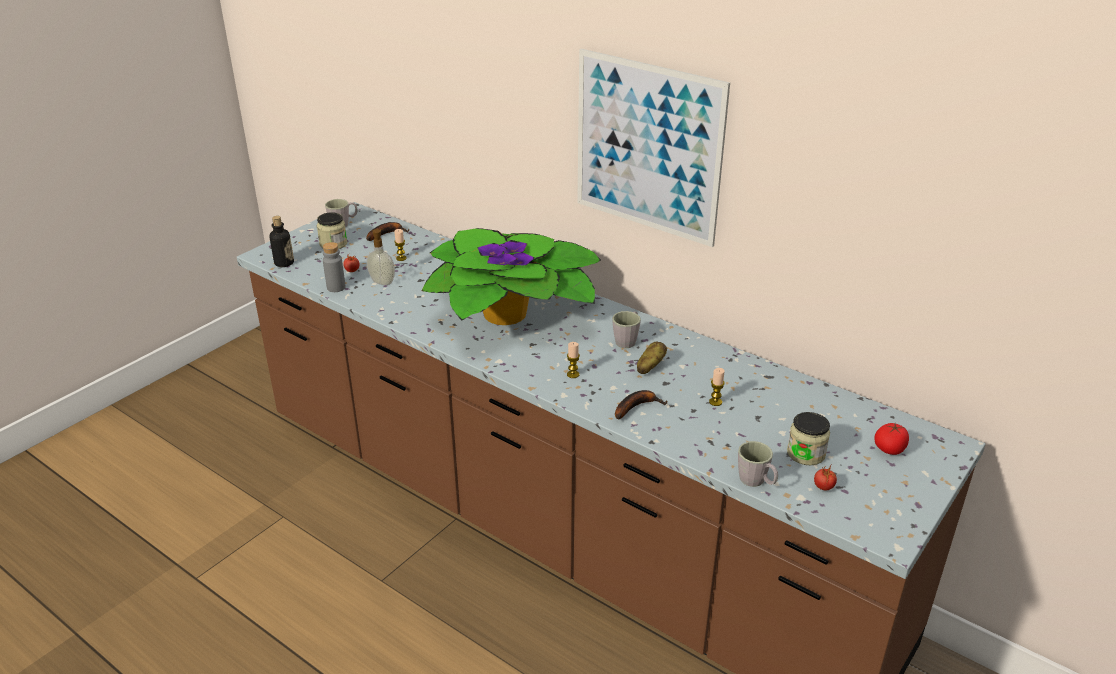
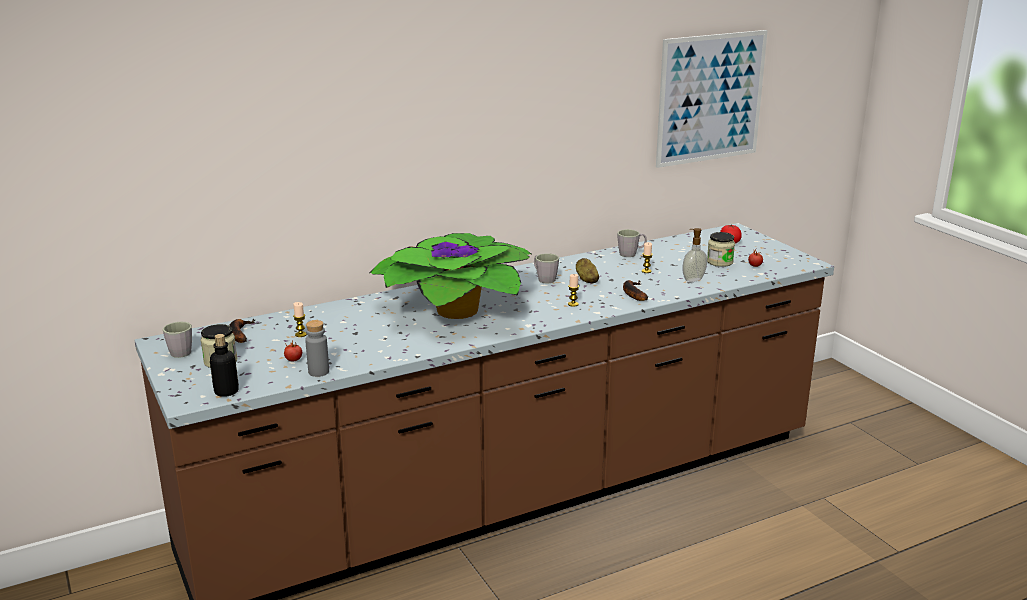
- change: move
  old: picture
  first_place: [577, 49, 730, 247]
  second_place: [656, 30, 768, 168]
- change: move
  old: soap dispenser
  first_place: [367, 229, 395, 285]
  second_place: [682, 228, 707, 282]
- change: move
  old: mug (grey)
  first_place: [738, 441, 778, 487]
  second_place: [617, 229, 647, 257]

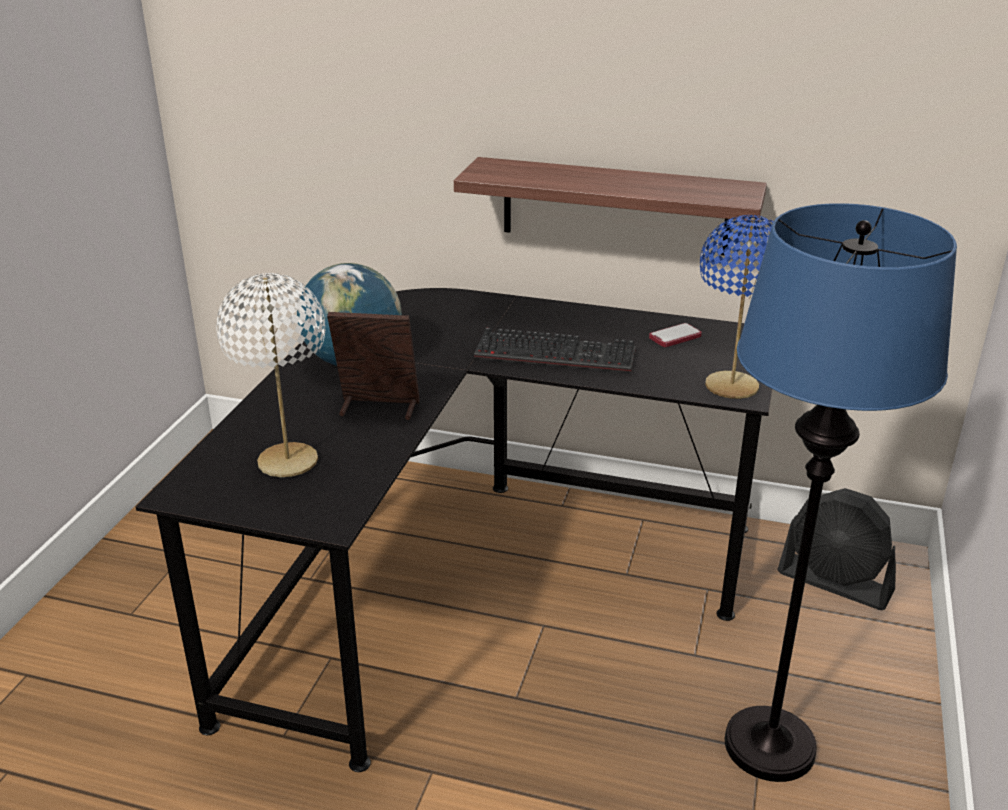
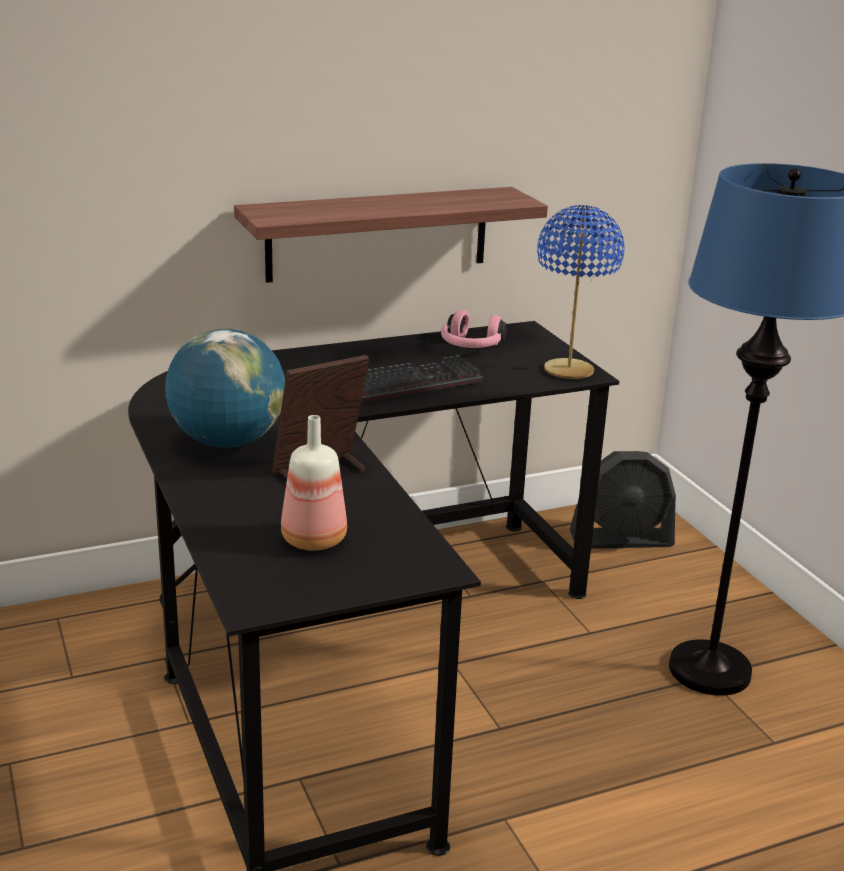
- change: replace
  old: table lamp (white)
  new: bottle
  first_place: [216, 273, 325, 477]
  second_place: [281, 415, 347, 551]
- change: replace
  old: phone
  new: headphones (pink)
  first_place: [649, 323, 702, 347]
  second_place: [441, 310, 507, 348]

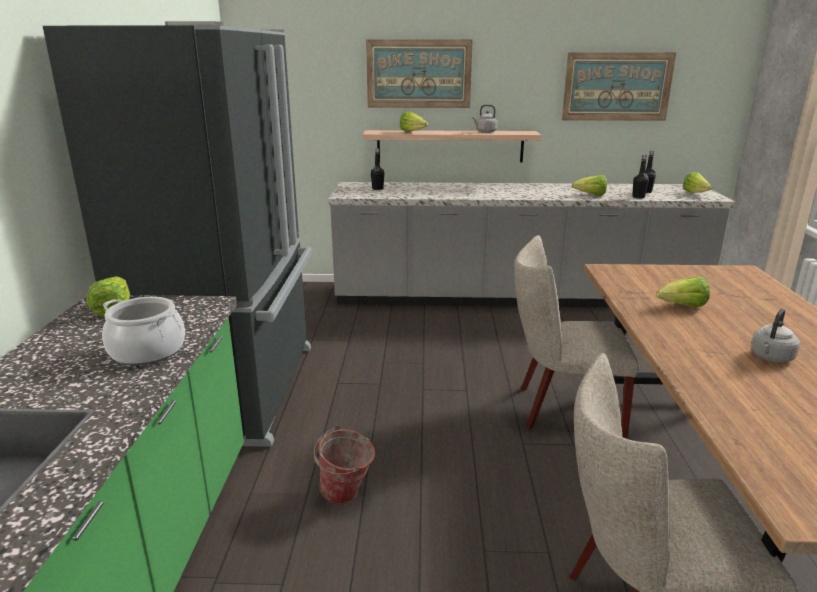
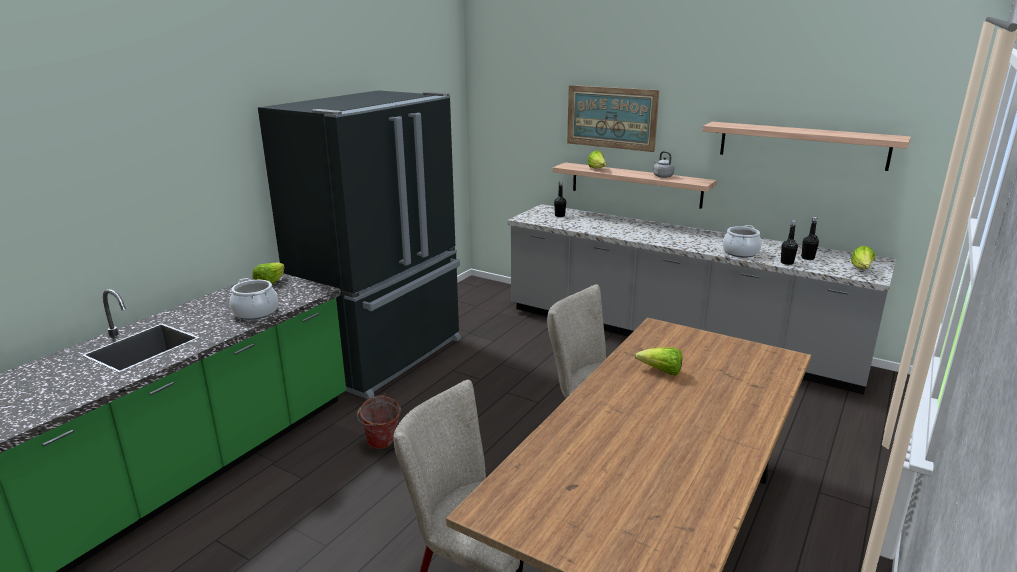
- change: replace
  old: picture
  new: shelf
  first_place: [562, 52, 676, 121]
  second_place: [703, 122, 911, 171]
- change: replace
  old: lettuce
  new: cooking pot
  first_place: [572, 175, 607, 196]
  second_place: [723, 225, 762, 258]
- change: delete
  old: kettle (grey)
  first_place: [751, 308, 800, 363]

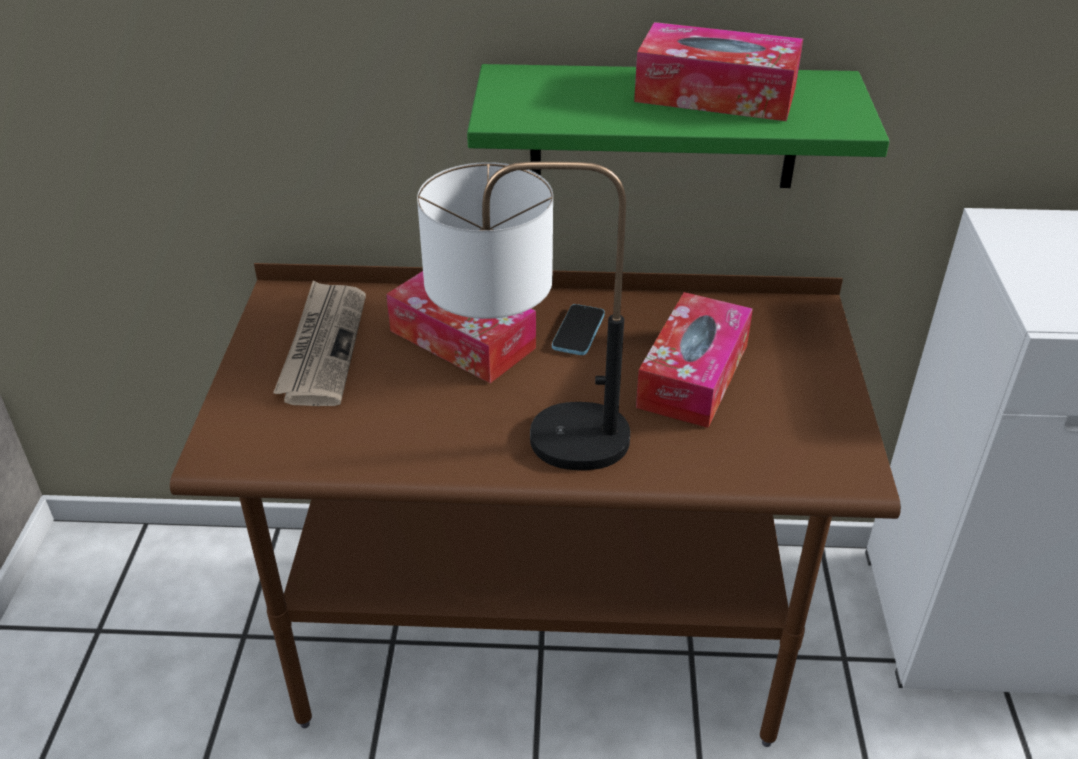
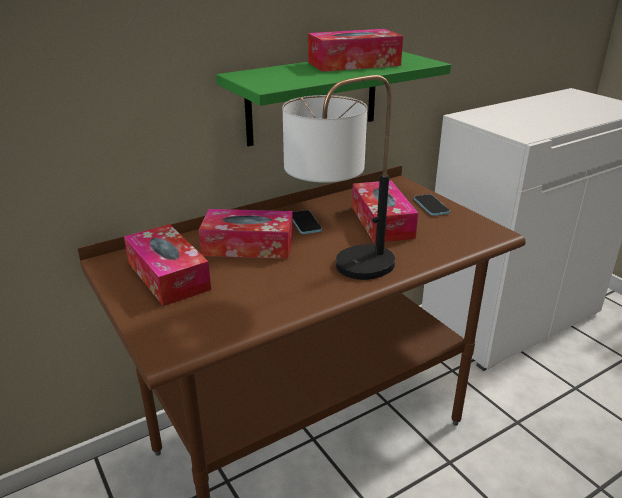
- change: replace
  old: newspaper
  new: tissue box
  first_place: [273, 280, 366, 406]
  second_place: [124, 224, 211, 306]
- change: insert
  new: phone
  second_place: [414, 194, 450, 216]

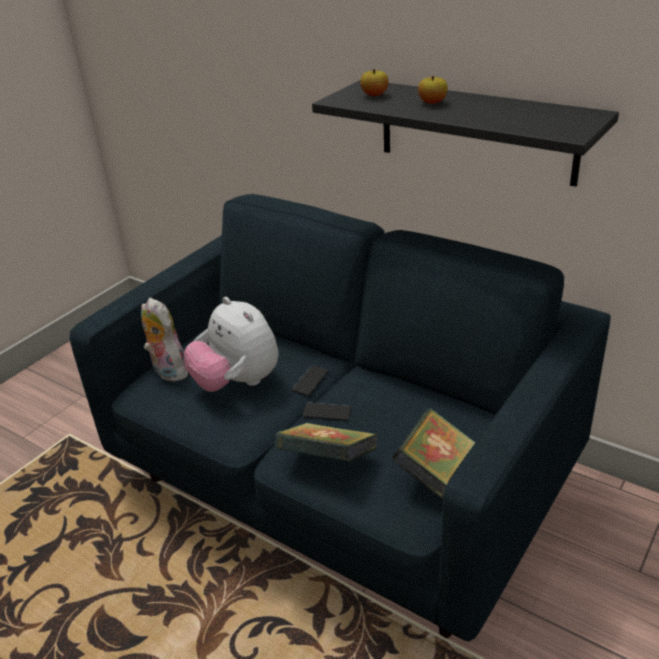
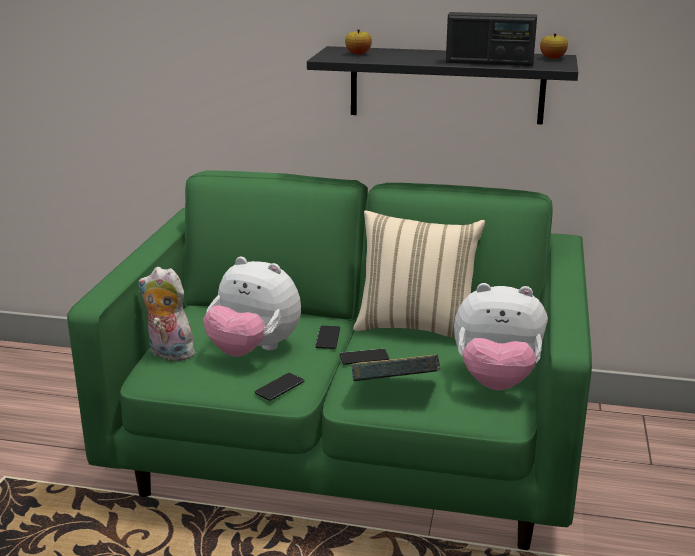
- change: move
  old: apple
  first_place: [418, 76, 448, 104]
  second_place: [540, 33, 568, 59]
- change: recolor
  old: sofa (blue)
  new: sofa (green)
  first_place: [70, 194, 611, 642]
  second_place: [67, 171, 592, 550]
- change: replace
  old: book
  new: plush toy
  first_place: [391, 409, 476, 499]
  second_place: [454, 283, 548, 390]
- change: insert
  new: radio
  second_place: [446, 12, 537, 66]
- change: insert
  new: pillow (beige)
  second_place: [353, 211, 485, 338]
- change: insert
  new: phone
  second_place: [255, 373, 305, 401]

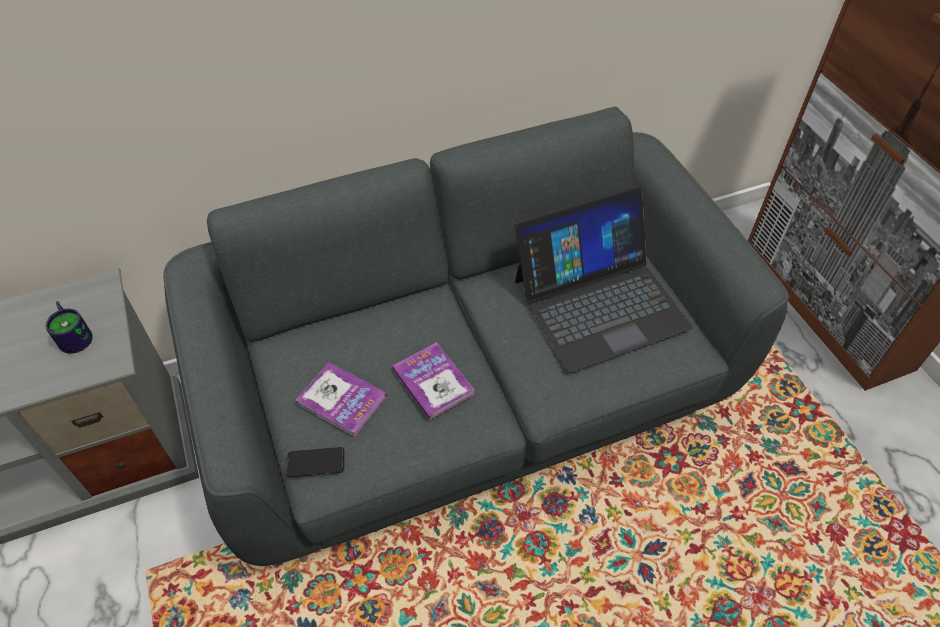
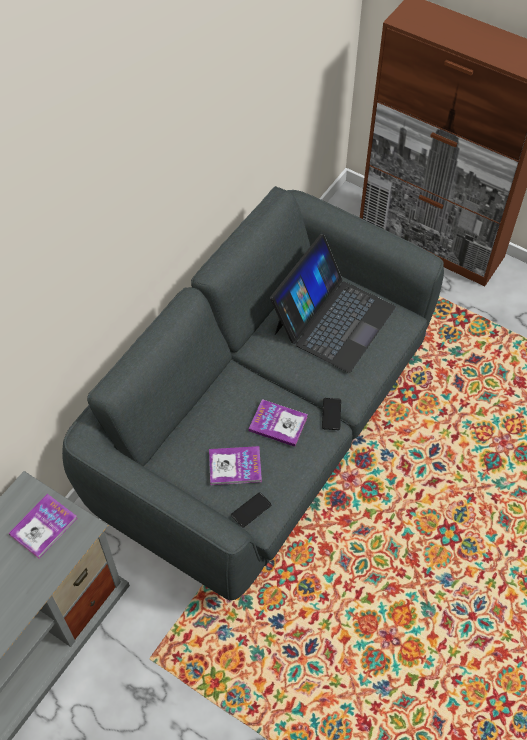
- change: replace
  old: mug
  new: book
  first_place: [45, 301, 93, 354]
  second_place: [9, 494, 77, 558]
- change: insert
  new: phone
  second_place: [322, 398, 341, 430]

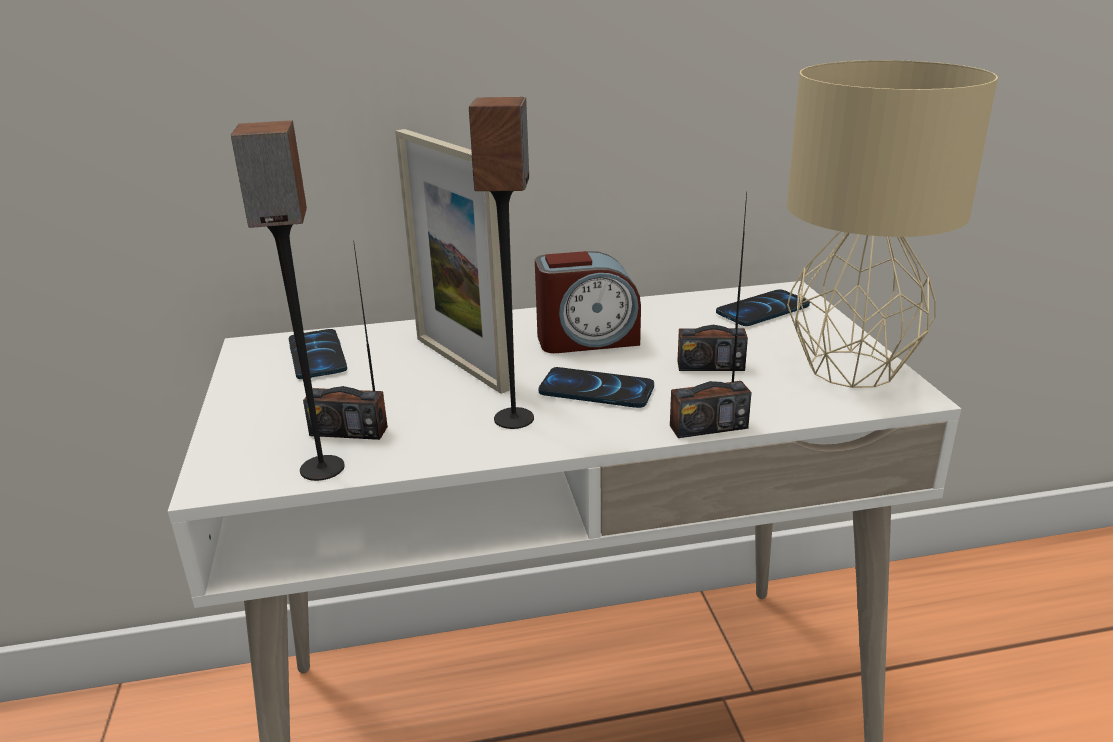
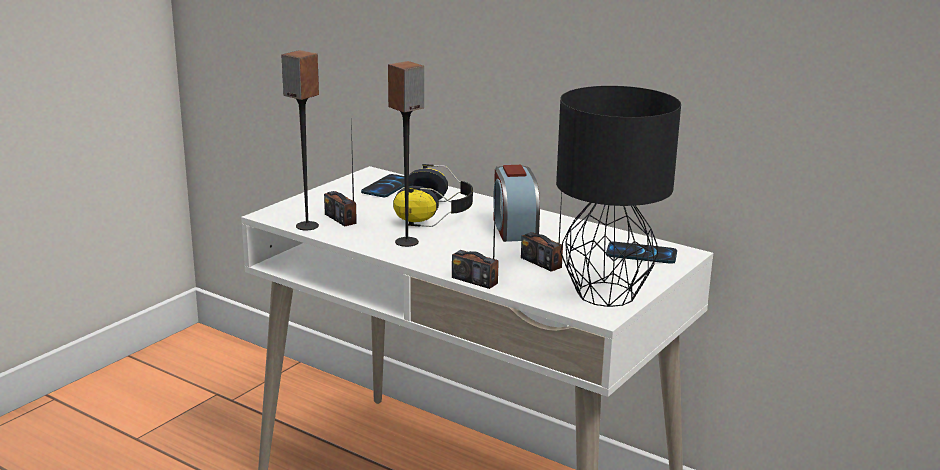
- change: recolor
  old: table lamp (beige)
  new: table lamp (black)
  first_place: [787, 60, 998, 388]
  second_place: [556, 86, 681, 307]
- change: replace
  old: picture frame
  new: headphones
  first_place: [395, 129, 510, 394]
  second_place: [393, 164, 473, 227]
- change: rotate
  old: alarm clock
  first_place: [535, 251, 641, 353]
  second_place: [493, 165, 540, 242]
  degrees: 45
- change: delete
  old: phone
  first_place: [539, 367, 654, 408]

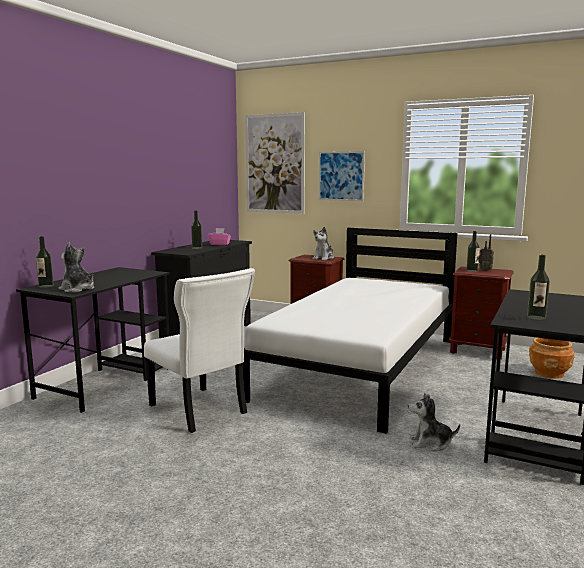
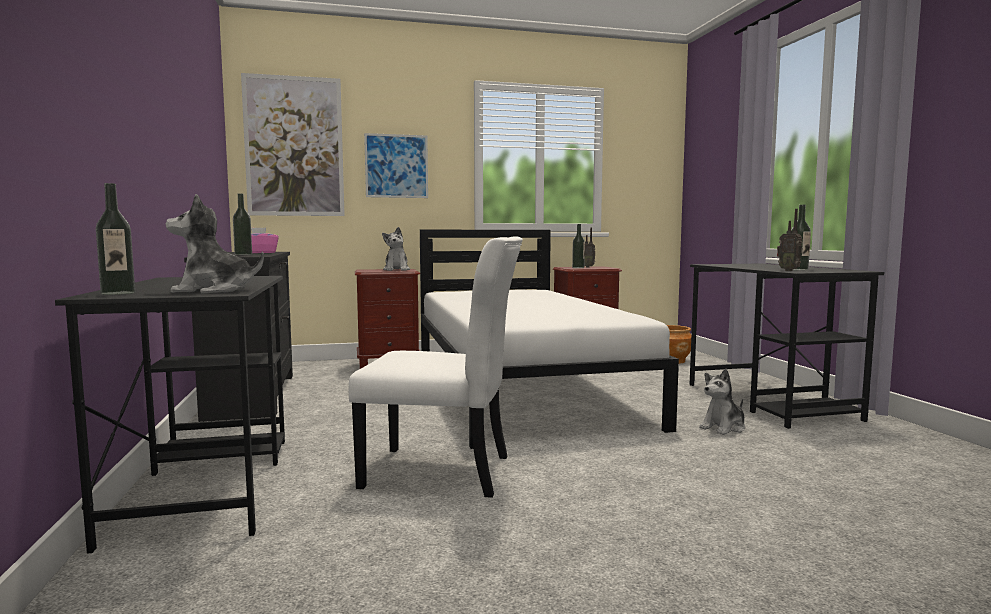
- change: insert
  new: radio
  second_place: [777, 209, 803, 271]

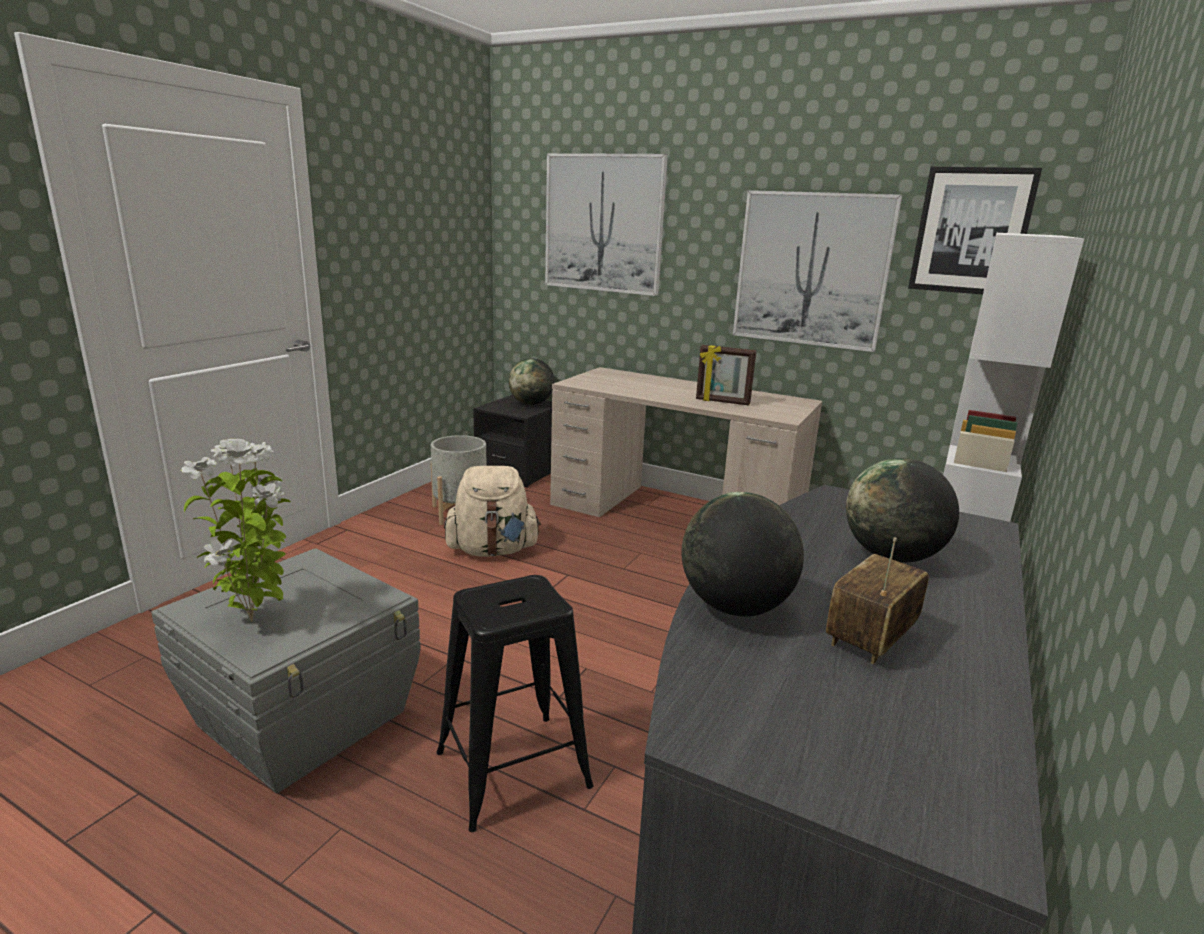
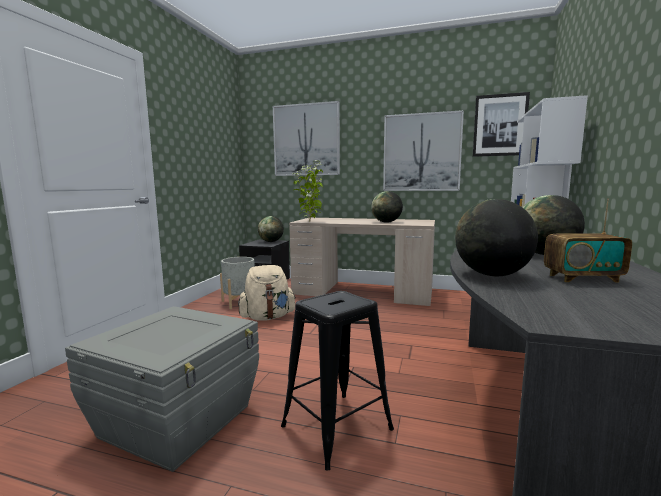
- change: replace
  old: picture frame
  new: globe
  first_place: [696, 345, 756, 405]
  second_place: [371, 191, 403, 223]
- change: move
  old: potted plant
  first_place: [181, 439, 291, 622]
  second_place: [293, 160, 323, 221]
- change: rotate
  old: radio
  first_place: [826, 538, 929, 664]
  second_place: [544, 198, 632, 282]
  degrees: -120

